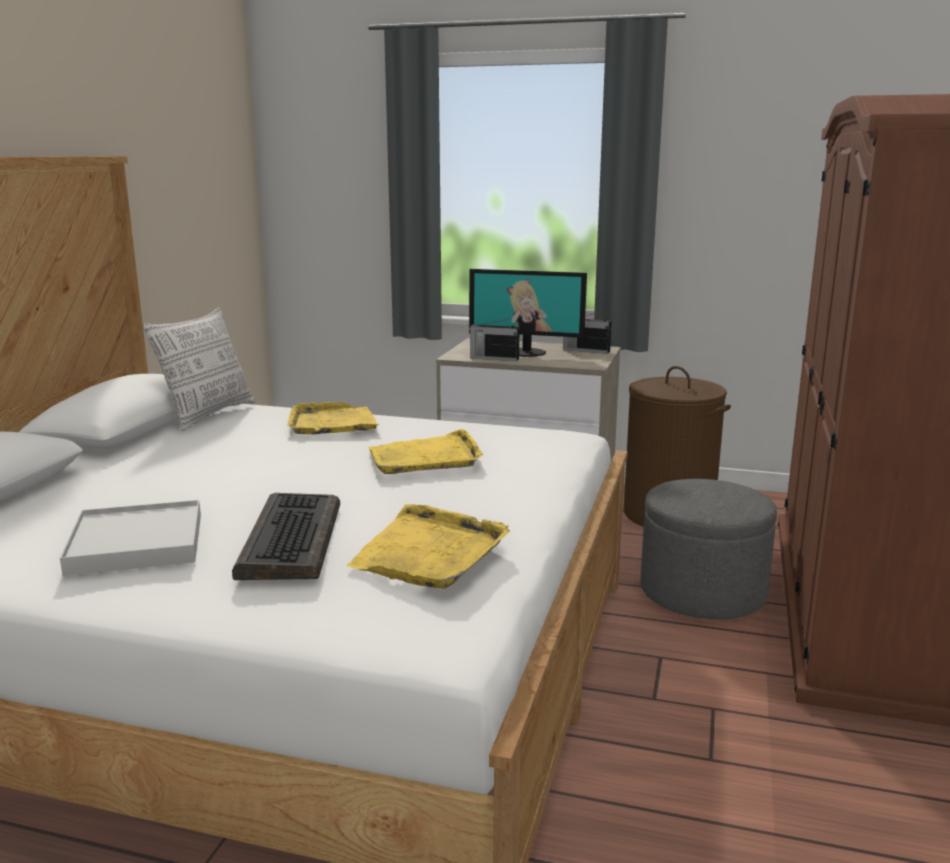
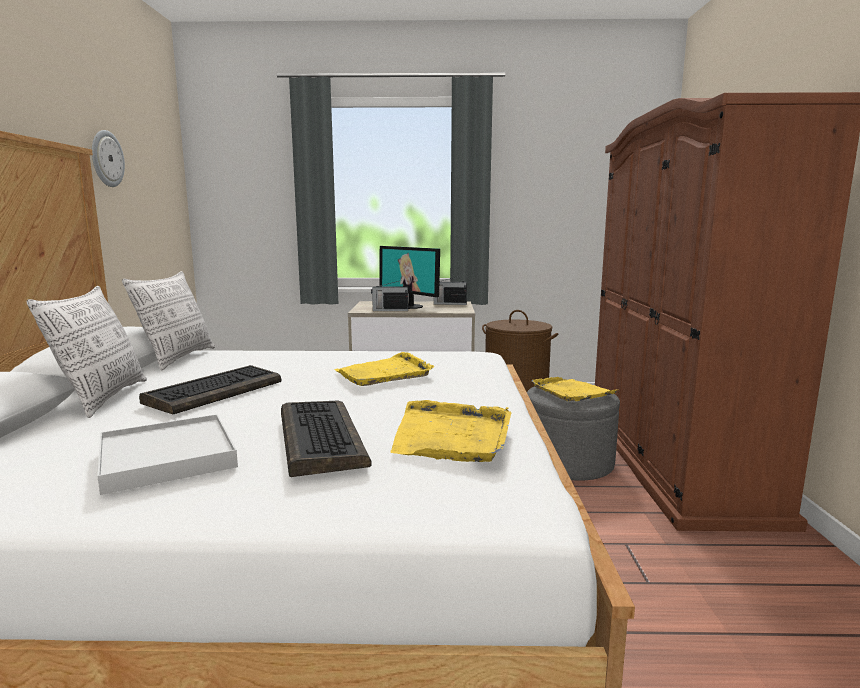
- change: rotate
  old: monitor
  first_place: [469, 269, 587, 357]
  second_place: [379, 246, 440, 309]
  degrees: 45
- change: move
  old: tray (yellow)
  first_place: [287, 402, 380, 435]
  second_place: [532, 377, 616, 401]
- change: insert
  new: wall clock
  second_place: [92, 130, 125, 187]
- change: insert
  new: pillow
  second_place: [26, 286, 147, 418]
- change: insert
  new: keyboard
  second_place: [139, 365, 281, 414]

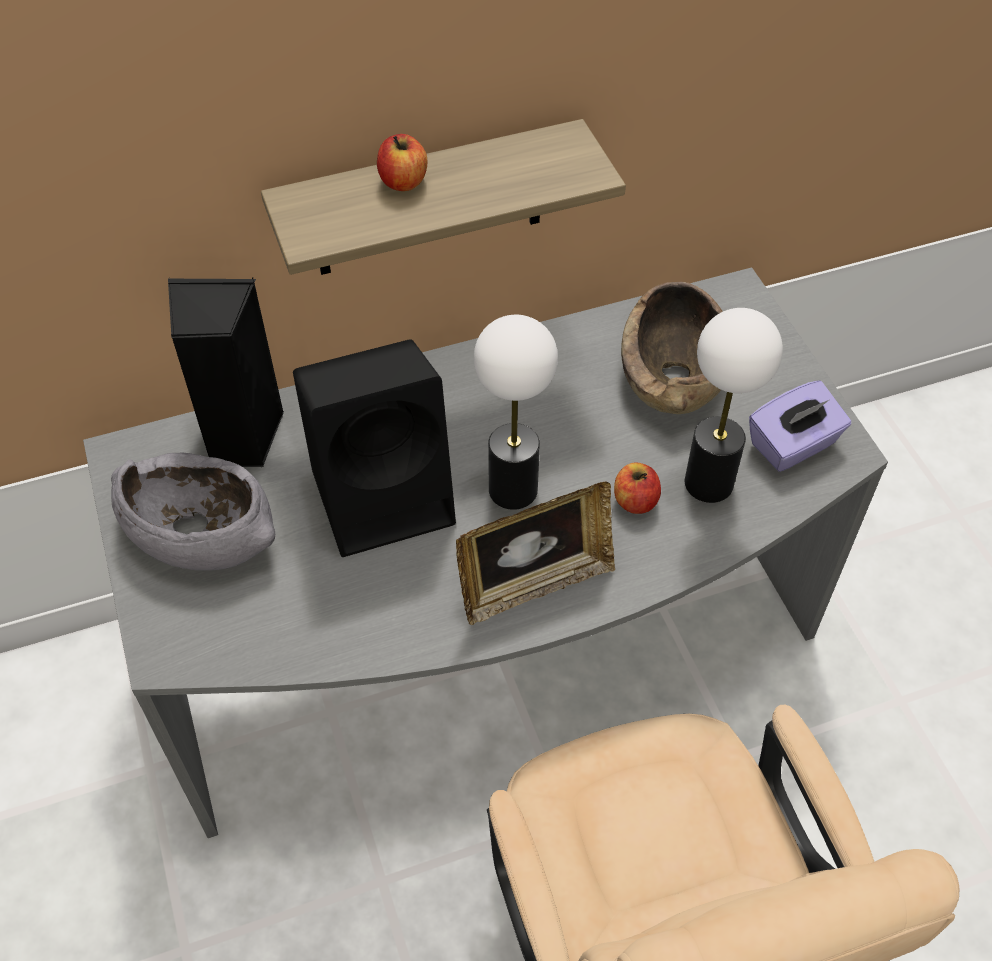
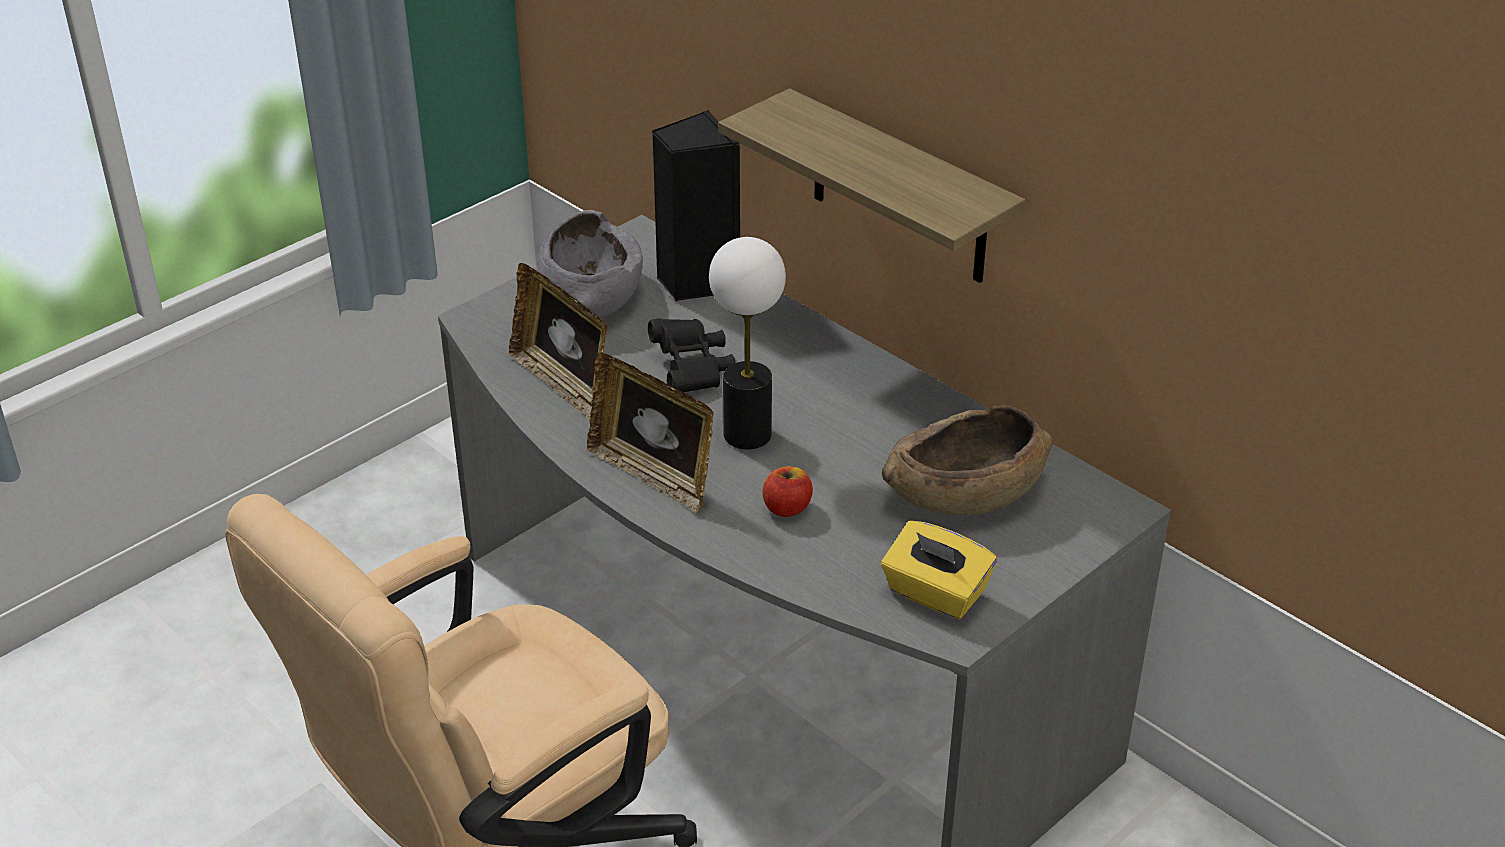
- change: delete
  old: apple
  first_place: [377, 134, 427, 191]
- change: delete
  old: table lamp
  first_place: [685, 308, 783, 503]
- change: replace
  old: speaker (black)
  new: binoculars (black)
  first_place: [293, 339, 456, 557]
  second_place: [648, 318, 735, 393]
- change: recolor
  old: tissue box (purple)
  new: tissue box (yellow)
  first_place: [749, 380, 851, 472]
  second_place: [881, 521, 997, 619]
- change: insert
  new: picture frame
  second_place: [509, 263, 608, 421]

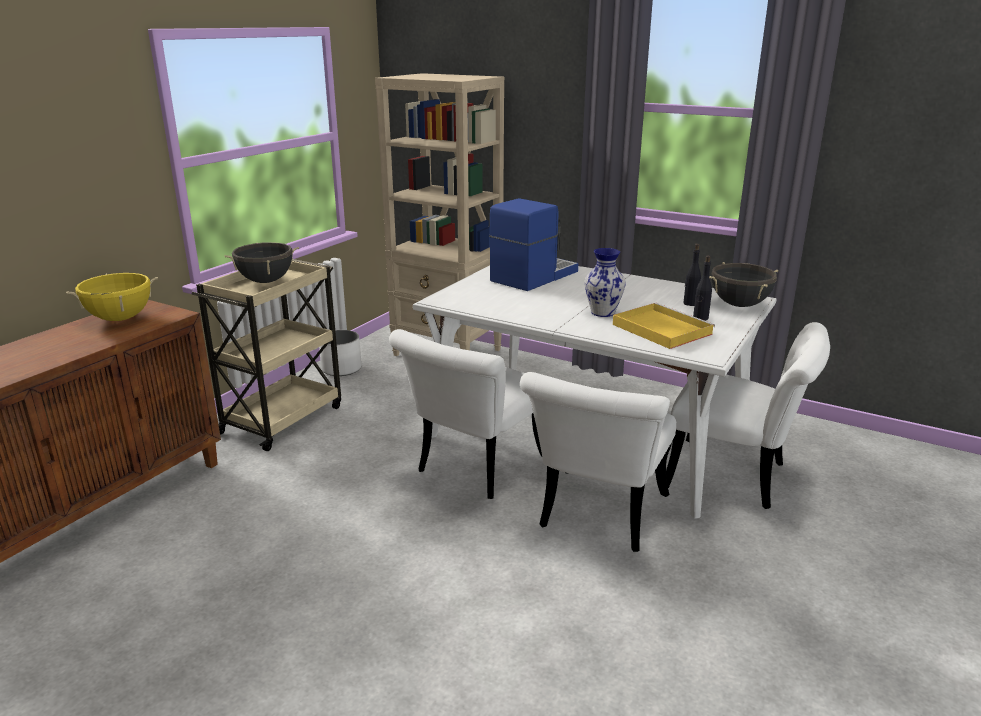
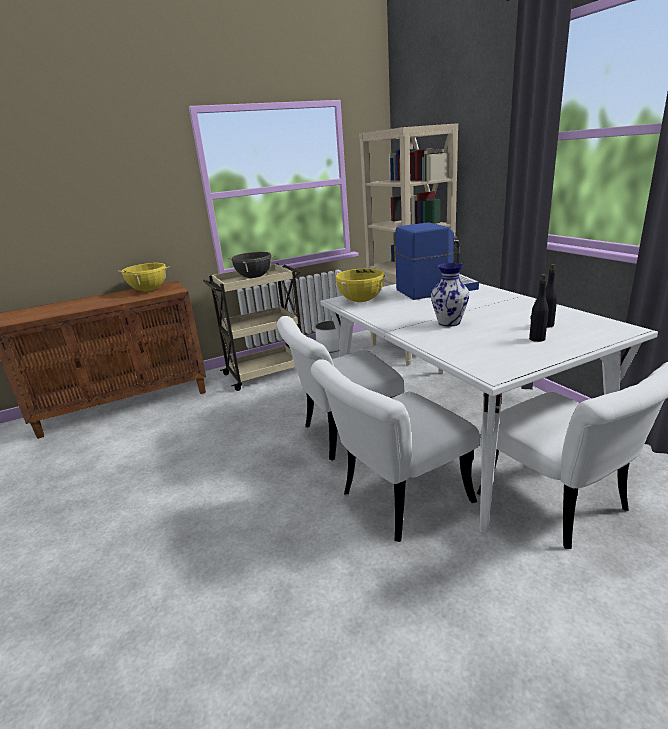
- change: delete
  old: cooking pot (black)
  first_place: [709, 262, 778, 307]
- change: delete
  old: tray (yellow)
  first_place: [613, 303, 715, 349]
- change: insert
  new: cooking pot (yellow)
  second_place: [336, 268, 386, 302]

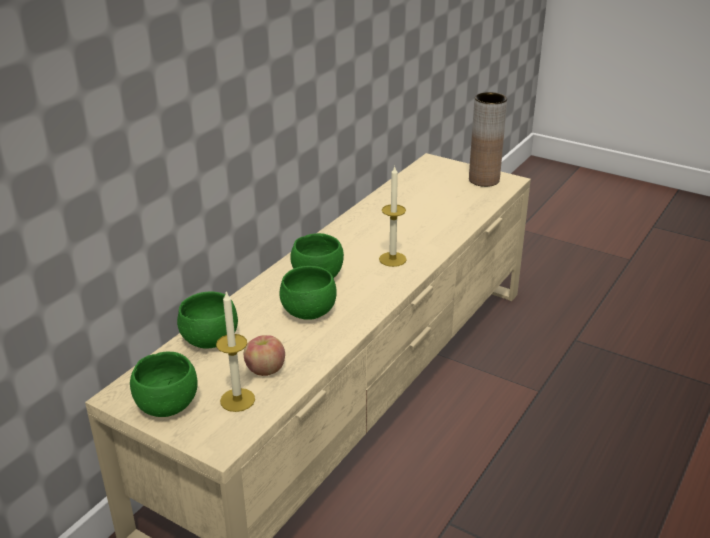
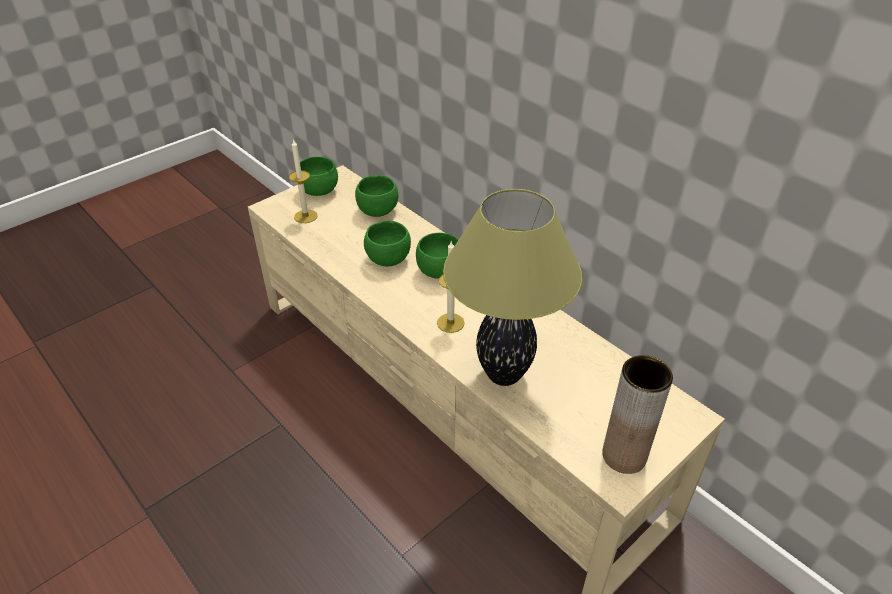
- change: delete
  old: apple
  first_place: [244, 335, 285, 376]
- change: insert
  new: table lamp
  second_place: [443, 189, 582, 386]

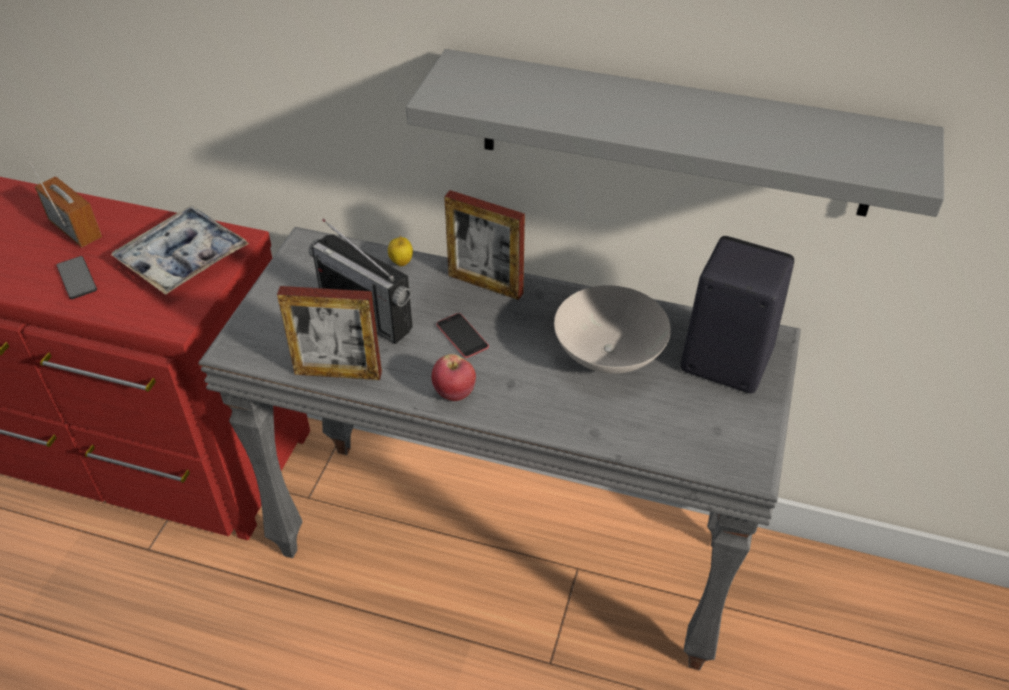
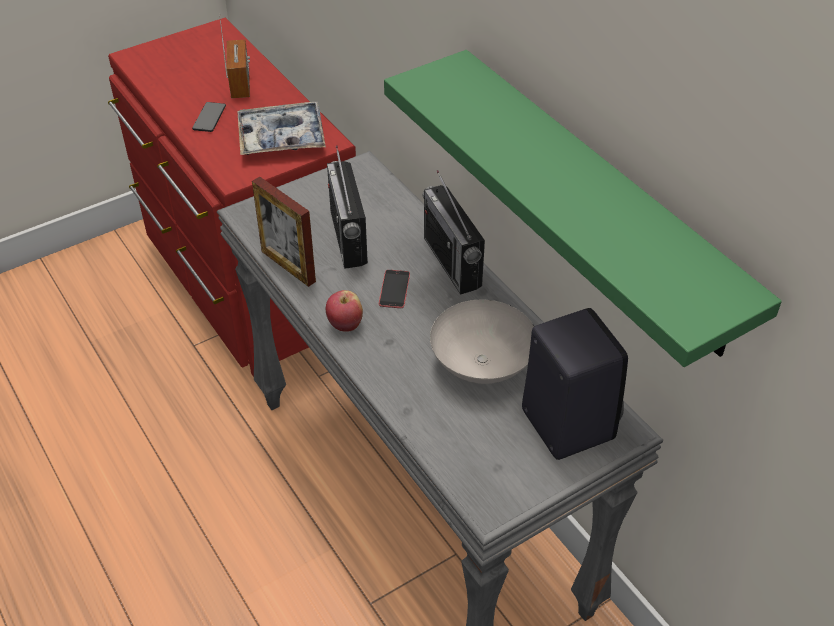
- change: recolor
  old: shelf (grey)
  new: shelf (green)
  first_place: [406, 49, 944, 217]
  second_place: [384, 50, 782, 367]
- change: replace
  old: picture frame
  new: radio
  first_place: [444, 190, 525, 300]
  second_place: [422, 170, 485, 295]
- change: delete
  old: apple
  first_place: [388, 235, 413, 266]

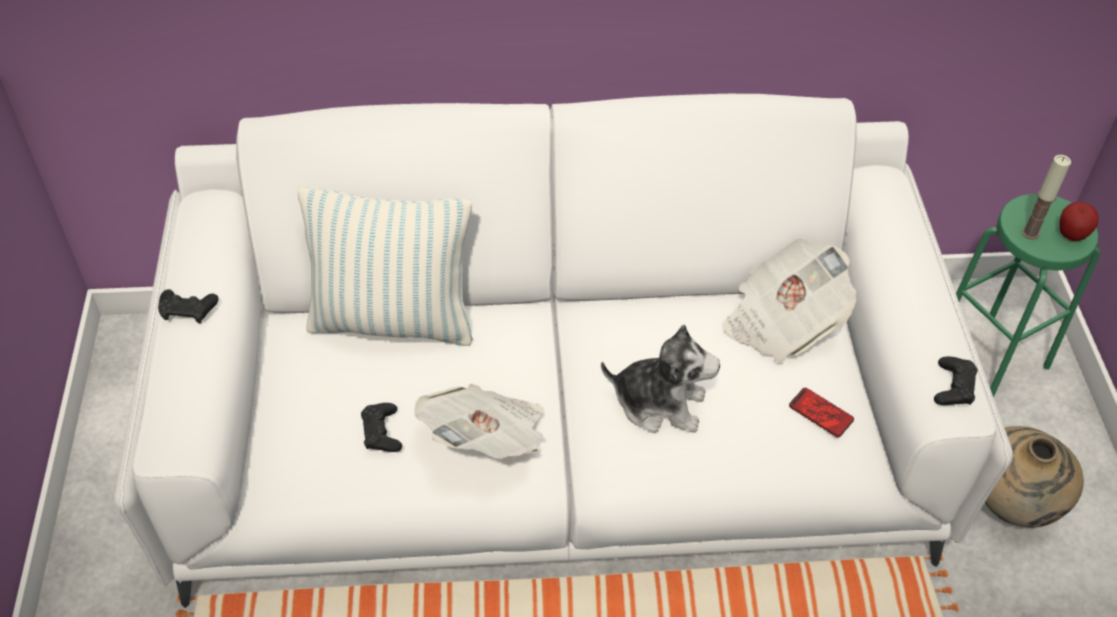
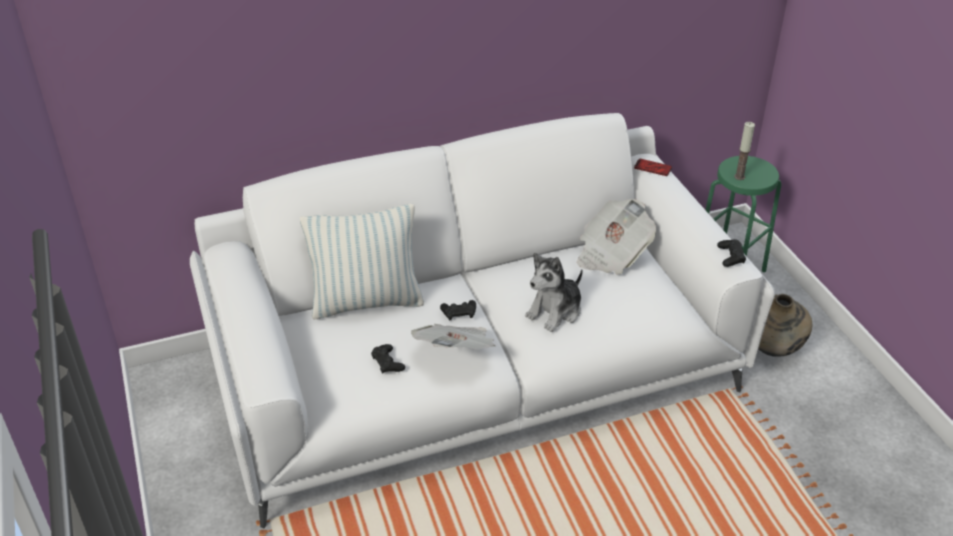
- change: delete
  old: apple
  first_place: [1059, 202, 1099, 241]
- change: move
  old: game controller (black)
  first_place: [158, 289, 218, 323]
  second_place: [440, 300, 476, 321]
- change: rotate
  old: plush toy
  first_place: [601, 325, 720, 433]
  second_place: [525, 253, 583, 332]
  degrees: 135
- change: move
  old: phone
  first_place: [789, 388, 854, 437]
  second_place: [634, 159, 672, 176]

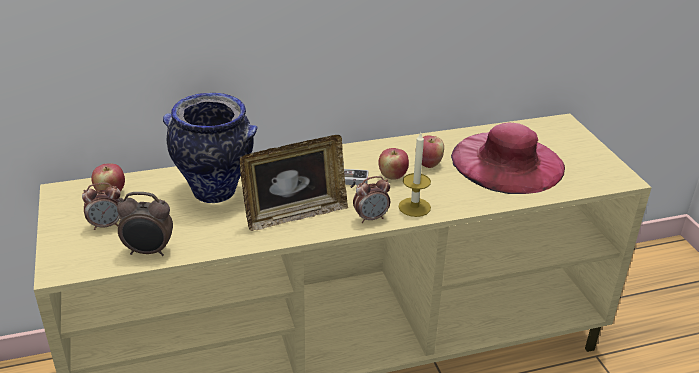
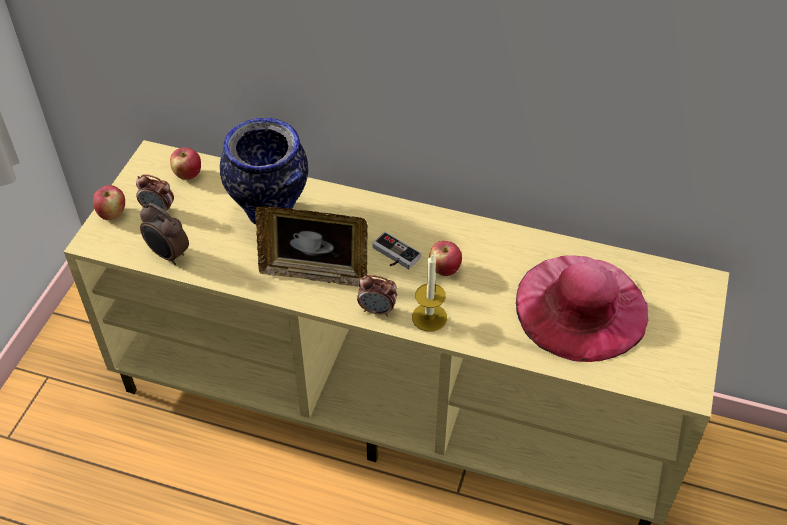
- change: move
  old: apple
  first_place: [422, 135, 444, 168]
  second_place: [93, 185, 125, 220]

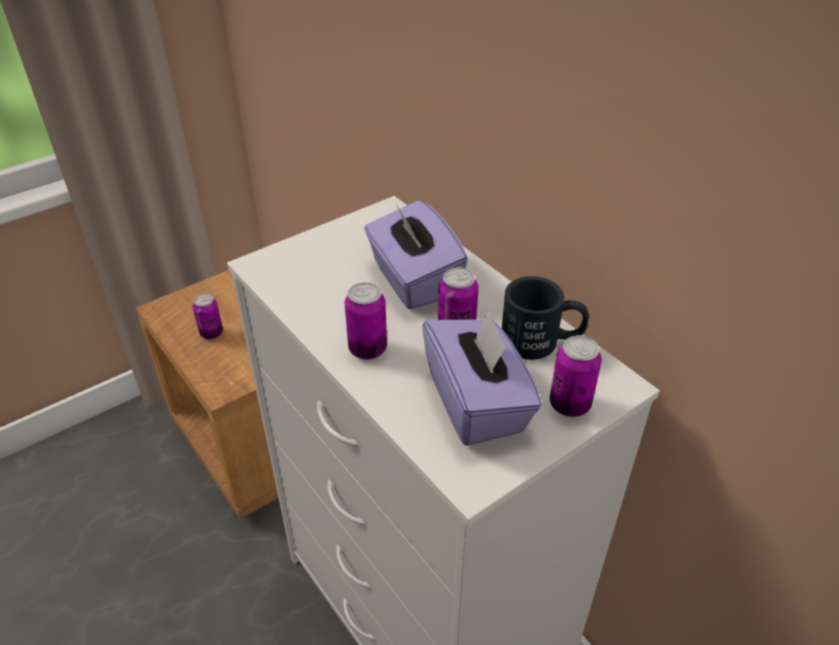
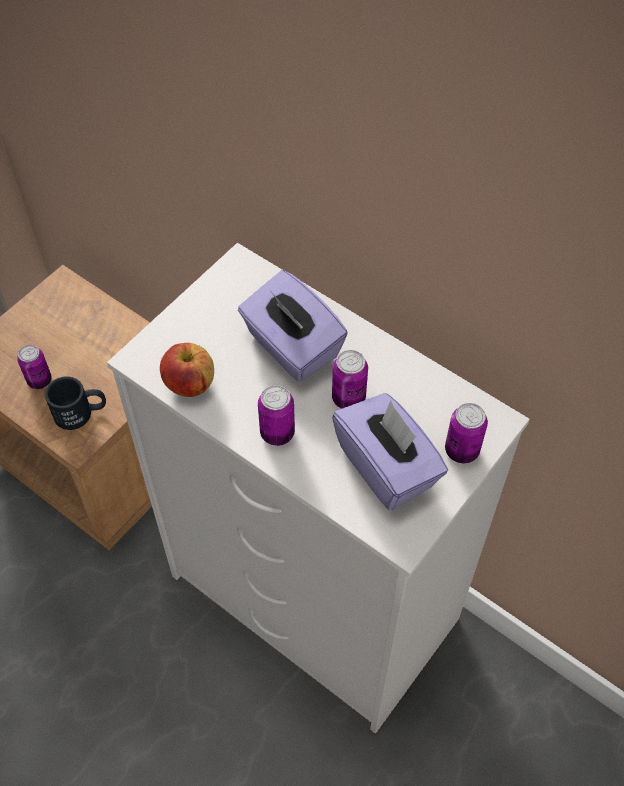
- change: move
  old: mug (black)
  first_place: [502, 276, 589, 360]
  second_place: [45, 376, 106, 430]
- change: insert
  new: apple
  second_place: [160, 343, 214, 397]

